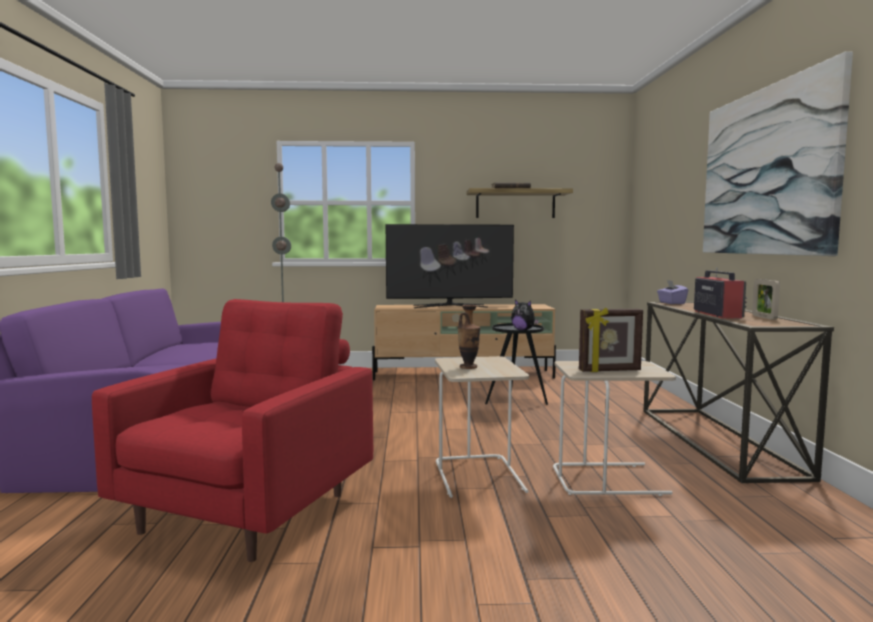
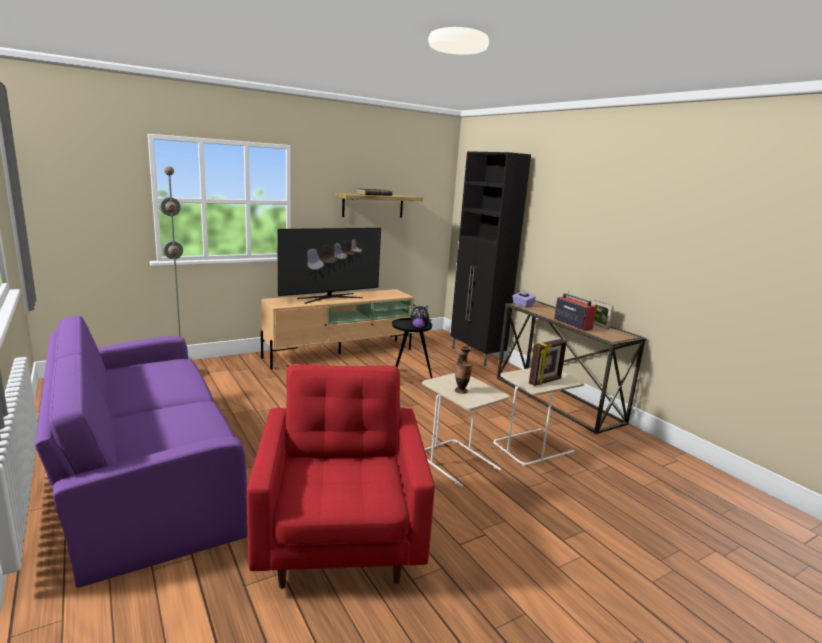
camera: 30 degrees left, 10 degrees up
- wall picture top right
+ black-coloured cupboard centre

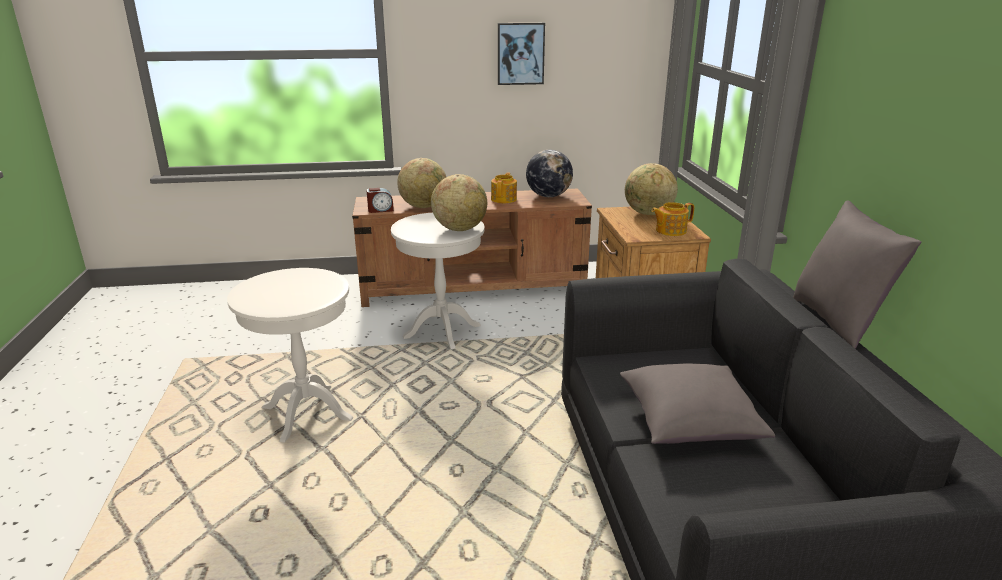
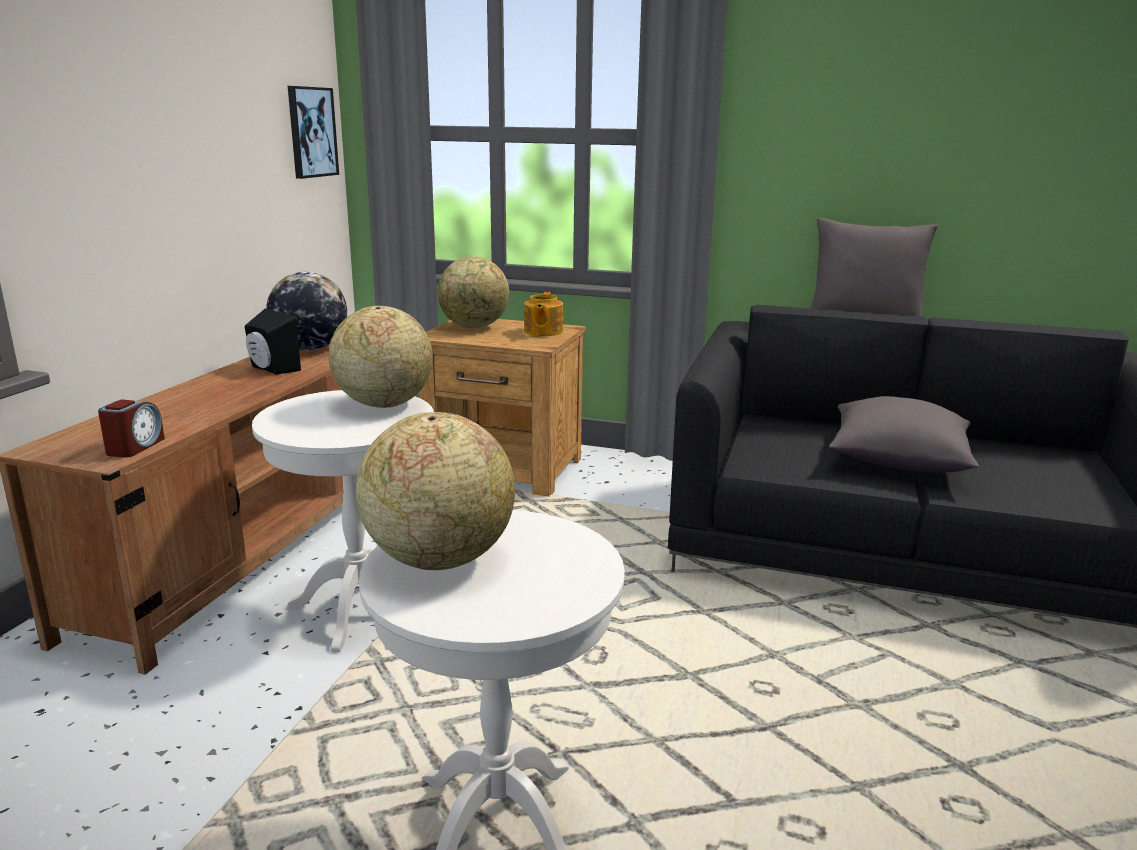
camera: 65 degrees left, 5 degrees down
~ world globe (no. 1 from left in the first image) top centre to world globe (no. 3 from left) centre
~ pot for tea (no. 1 from left) top centre to black-coloured loudspeaker middle left
~ wall picture top centre to top left

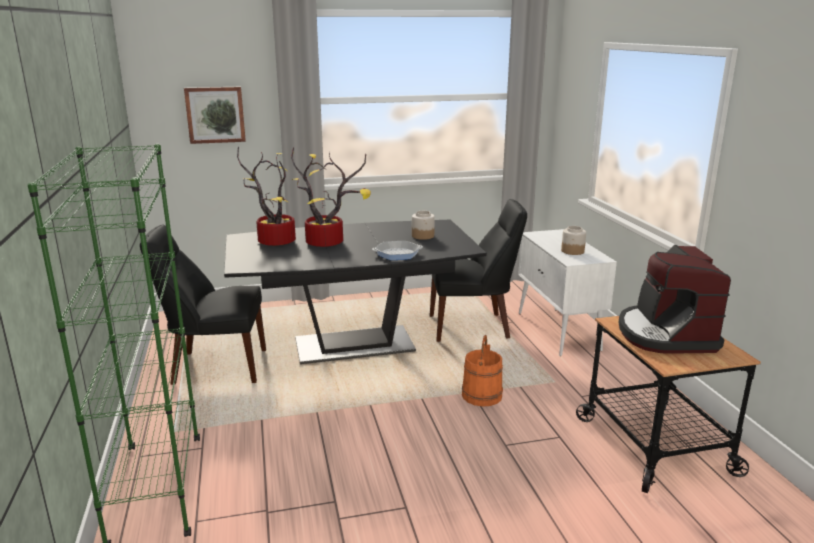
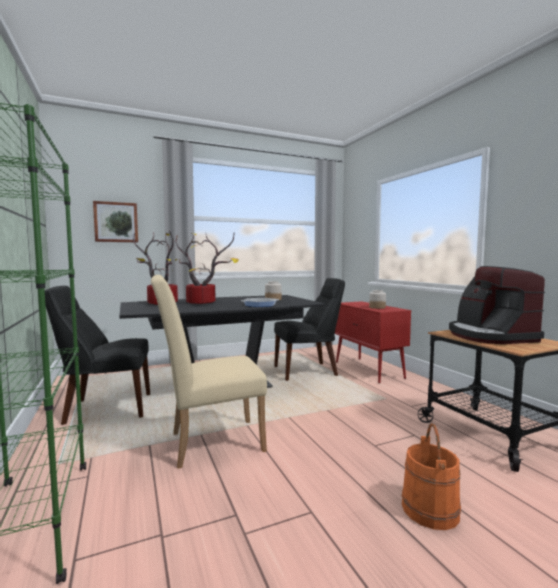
camera: 10 degrees left, 15 degrees down
~ orange-coloured bucket bottom centre to bottom right
~ white-coloured cupboard middle right to reddish cupboard middle right
+ sand-coloured plain chair centre

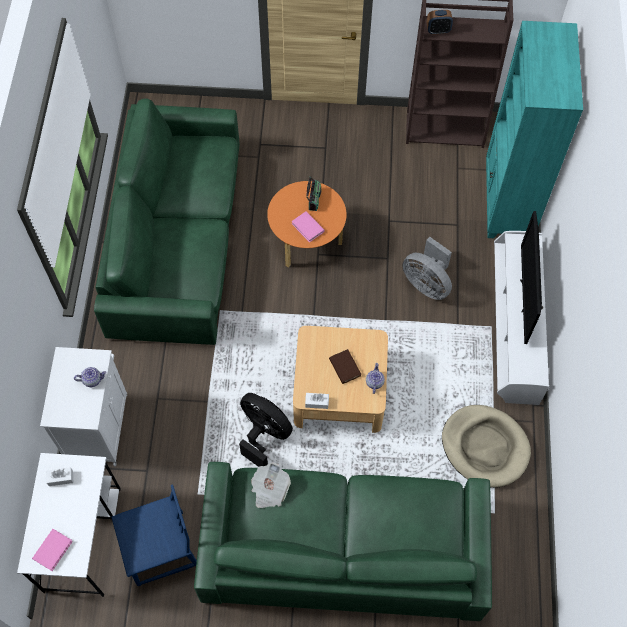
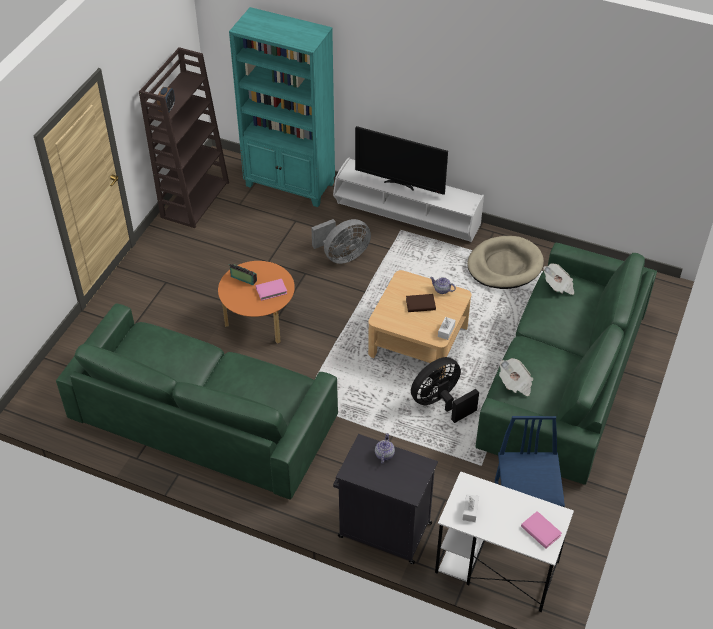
camera: 70 degrees left, 15 degrees down
~ white-coloured cupboard middle left to black-coloured cupboard bottom centre
+ daily paper (no. 2 from left) middle right

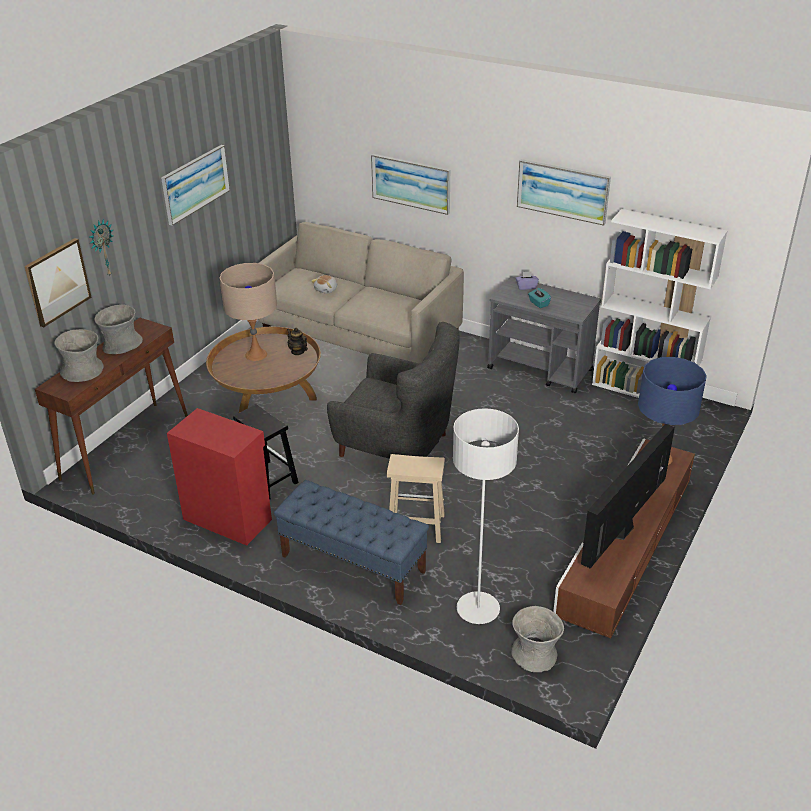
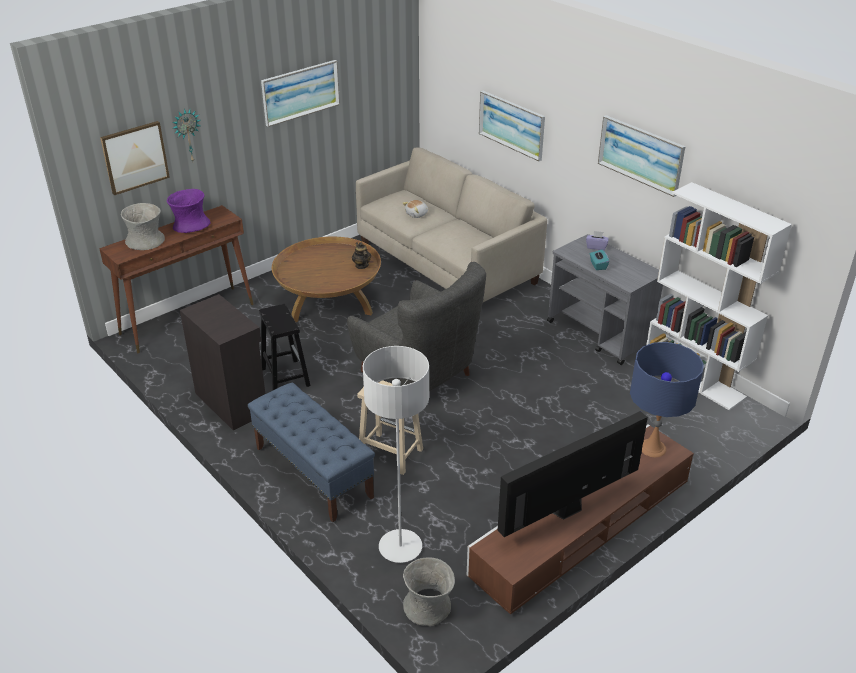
camera: 20 degrees right, 0 degrees up
~ gray flower vase (no. 2 from left) middle left to purplish flower vase top left
~ reddish cupboard middle left to black-coloured cupboard middle left
- sand-coloured tabletop lamp middle left

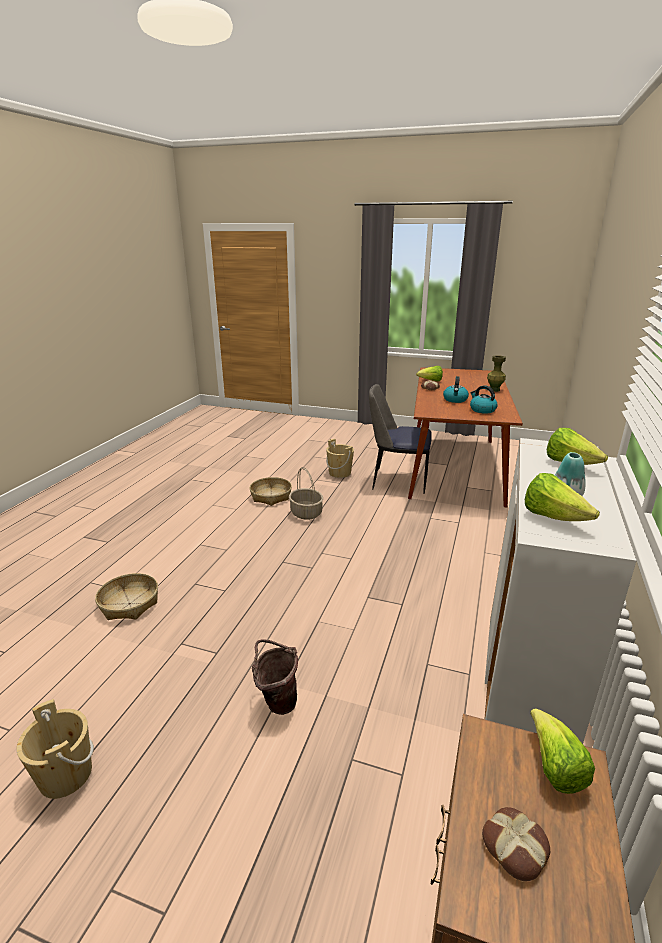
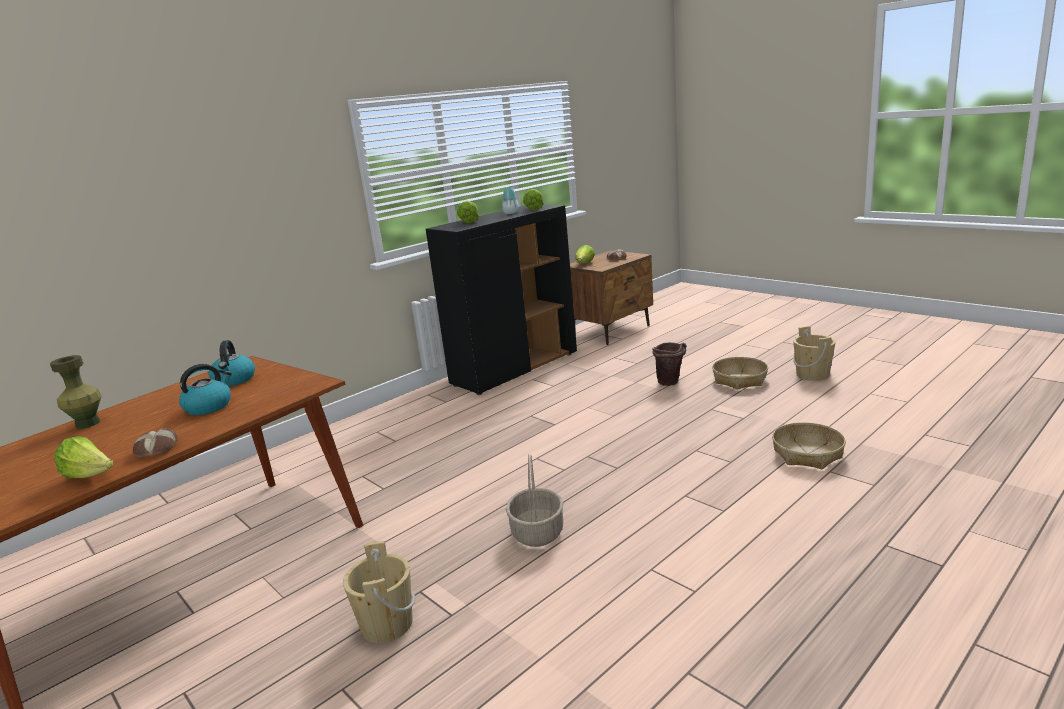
camera: 150 degrees left, 5 degrees down
~ storage basket (no. 2 from left) centre to middle right
- plain chair centre
~ white-coloured cupboard middle right to black-coloured cupboard centre

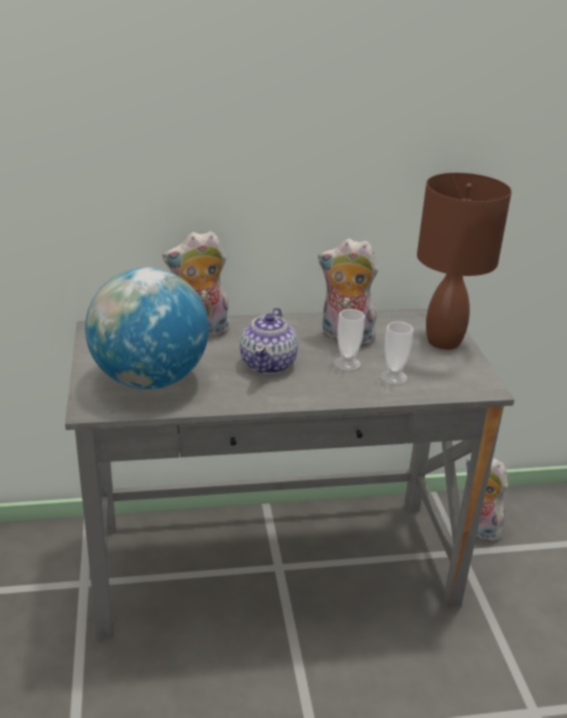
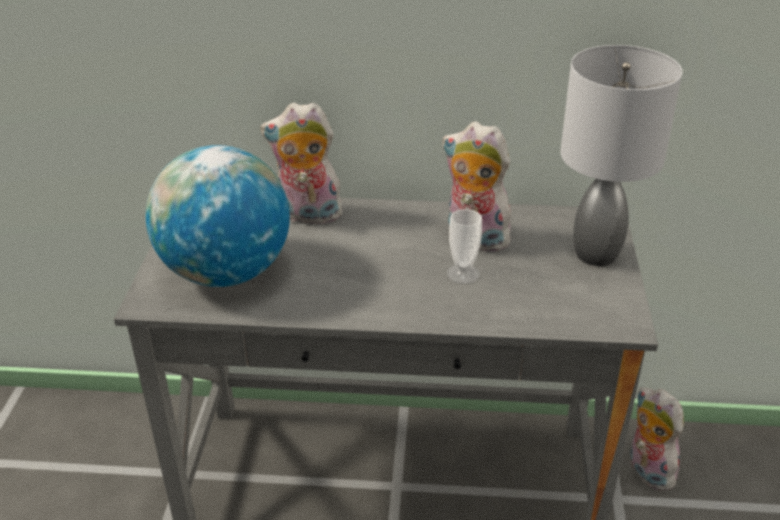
camera: 15 degrees right, 5 degrees up
- pot for tea centre
- cup (no. 2 from left) middle right
~ brownish tabletop lamp middle right to gray tabletop lamp top right

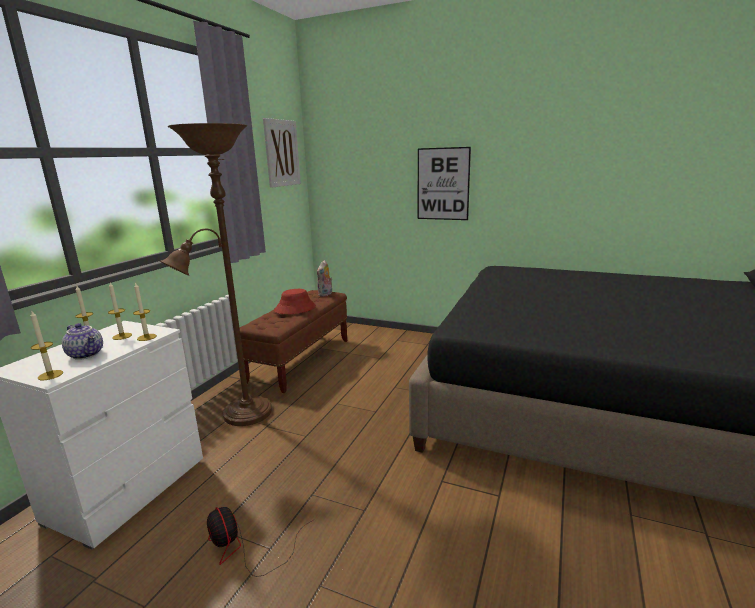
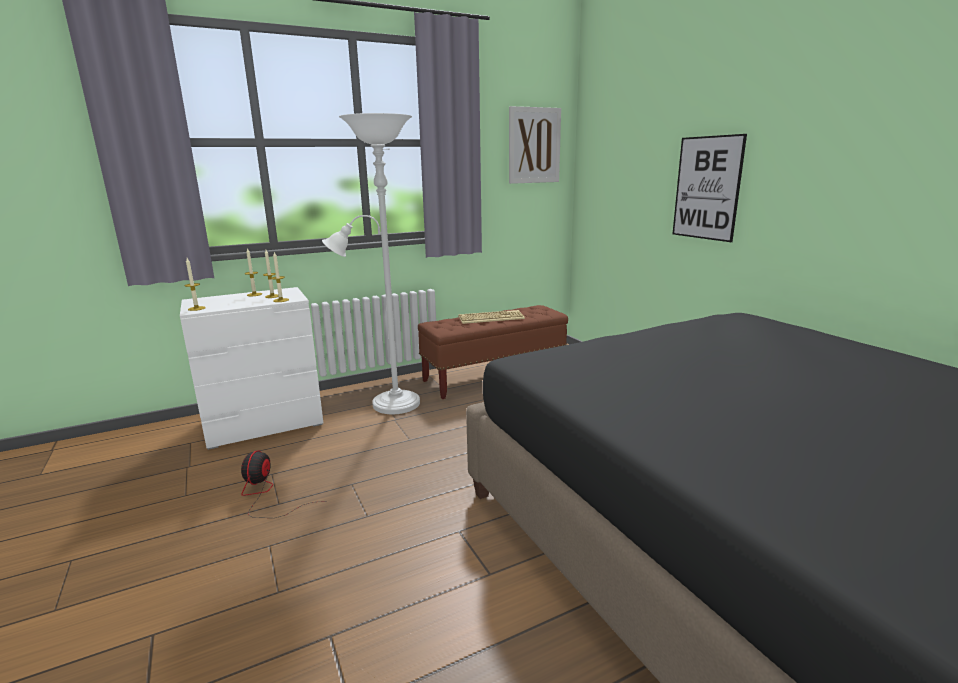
camera: 40 degrees right, 0 degrees up
- pot for tea middle left
~ brownish standard lamp middle left to white-coloured standard lamp centre
~ reddish clothing hat centre to keyboard centre
- cuddly toy centre

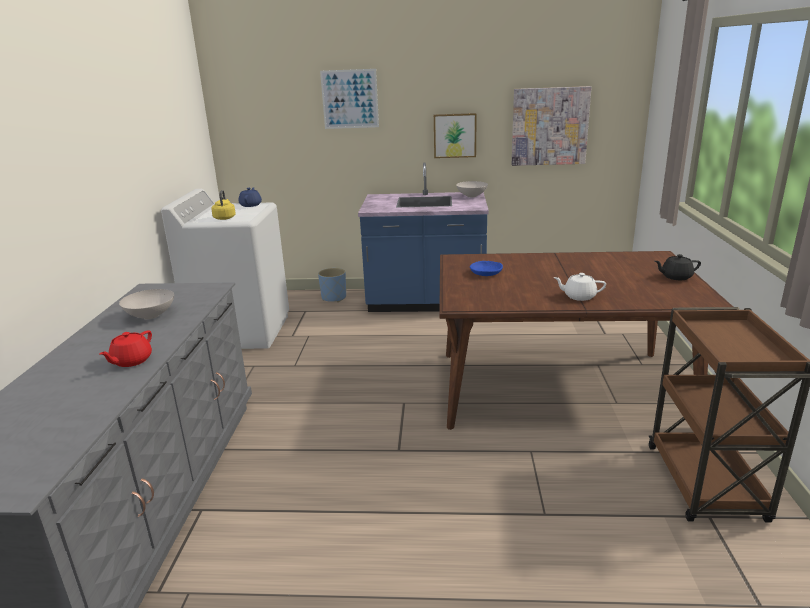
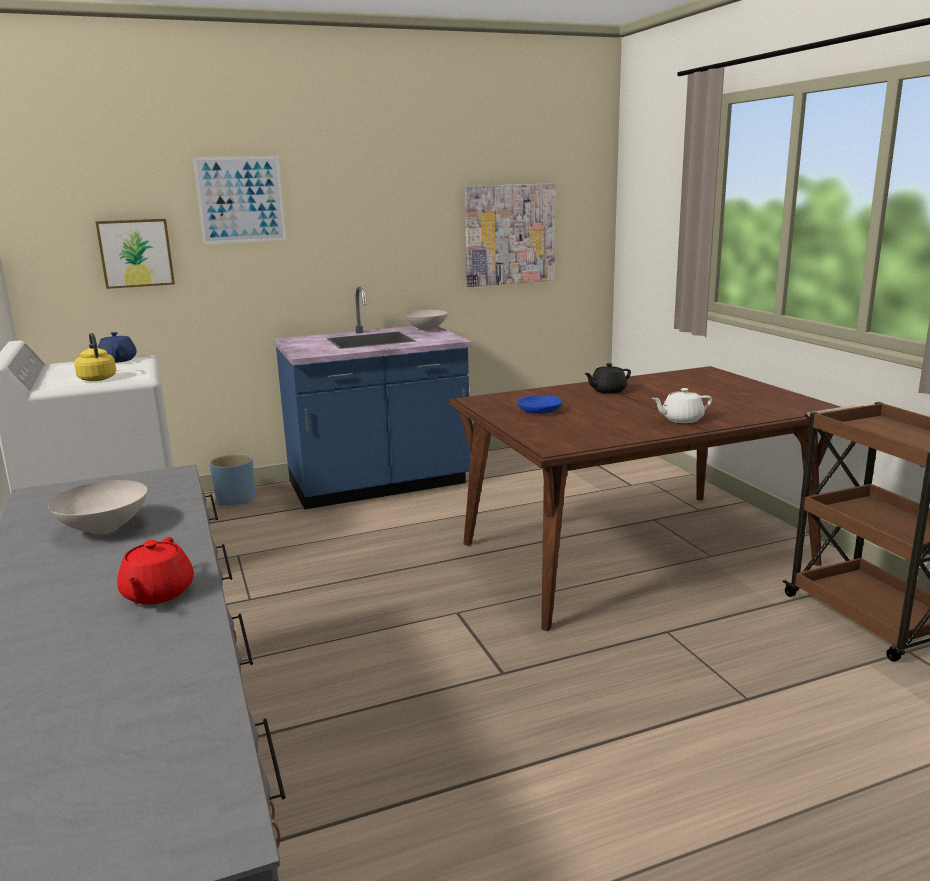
camera: 25 degrees left, 5 degrees down
~ wall picture (no. 2 from left in the first image) top centre to wall picture (no. 1 from left) top left
~ black-coloured pot for tea middle right to centre

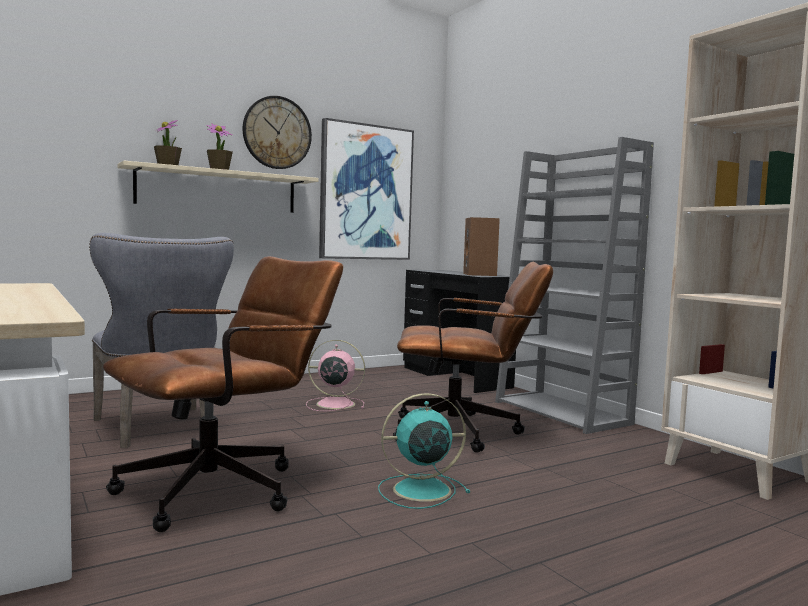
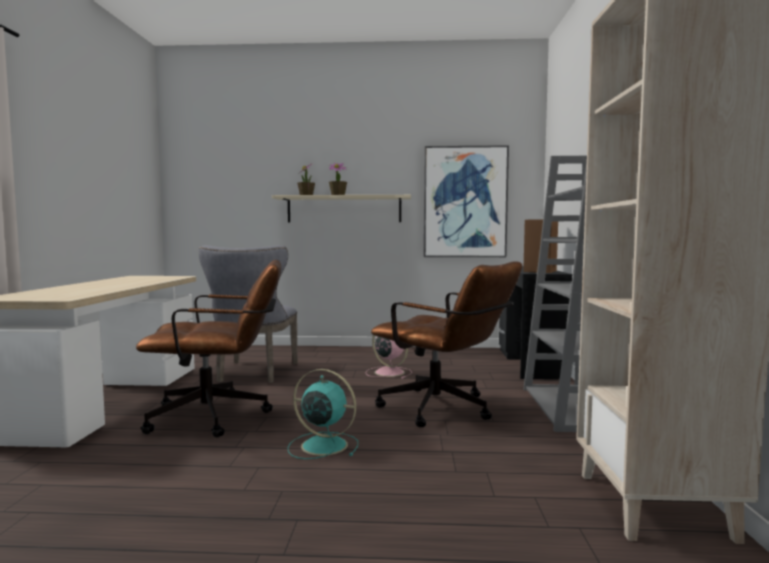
camera: 35 degrees right, 0 degrees up
- clock on the wall top centre

